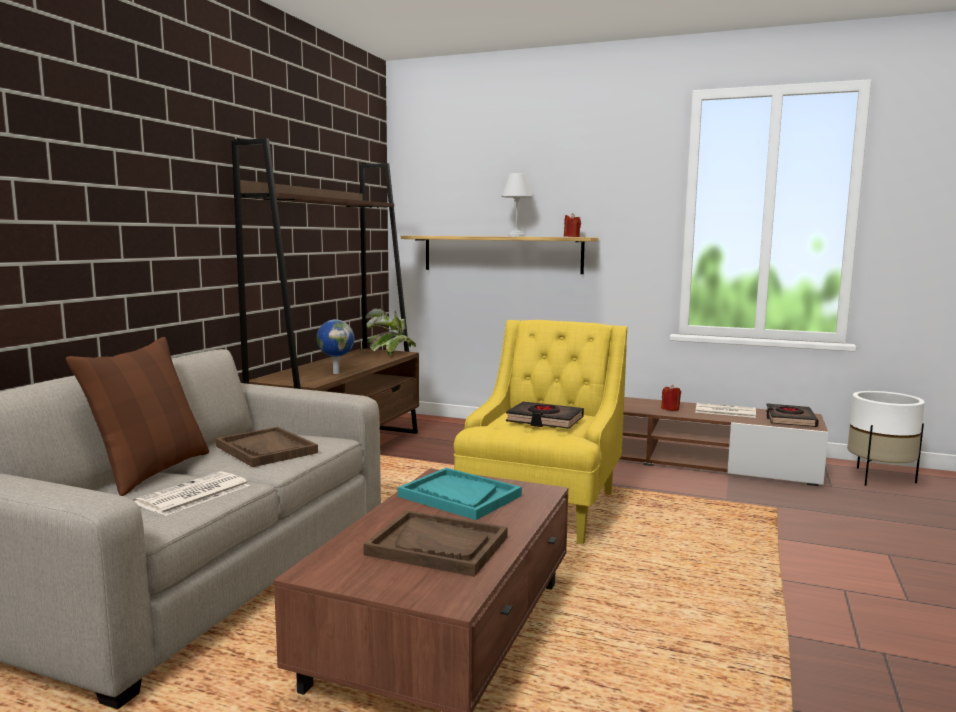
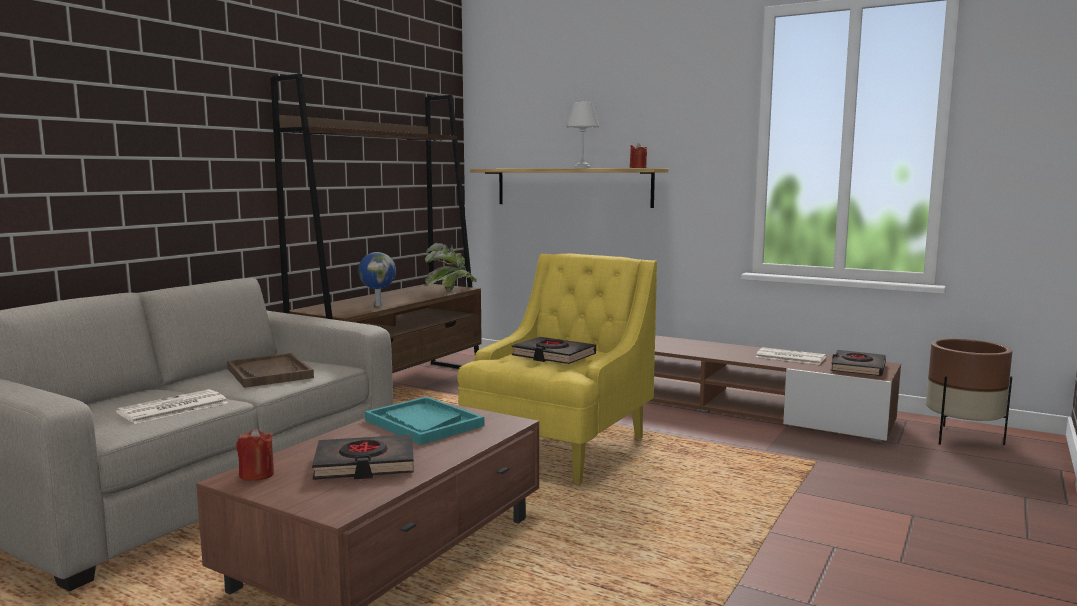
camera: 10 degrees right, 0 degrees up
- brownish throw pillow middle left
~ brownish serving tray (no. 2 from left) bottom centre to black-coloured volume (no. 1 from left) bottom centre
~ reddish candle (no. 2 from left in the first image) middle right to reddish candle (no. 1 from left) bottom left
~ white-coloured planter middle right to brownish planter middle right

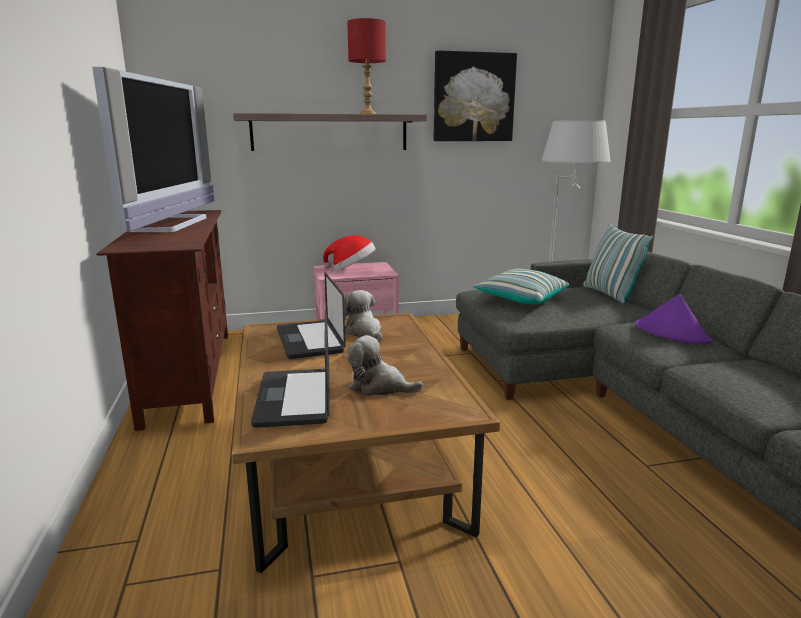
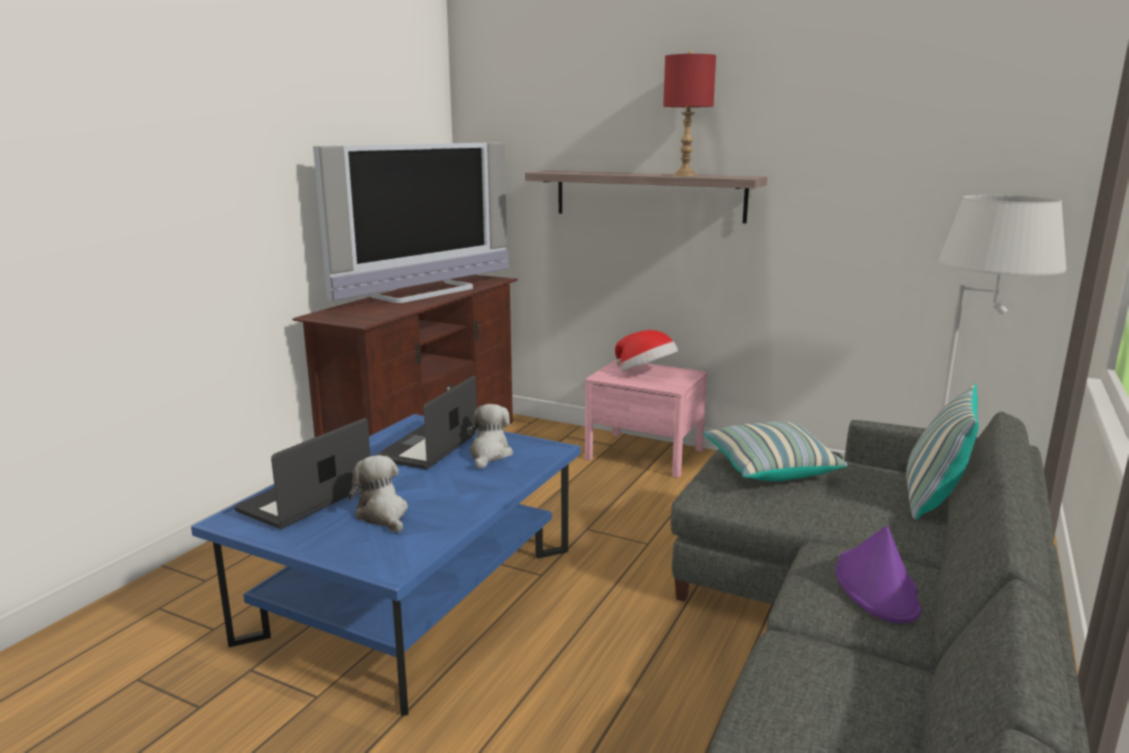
camera: 40 degrees right, 0 degrees up
~ brownish lounge table bottom centre to blue-coloured lounge table bottom centre
- wall picture top centre

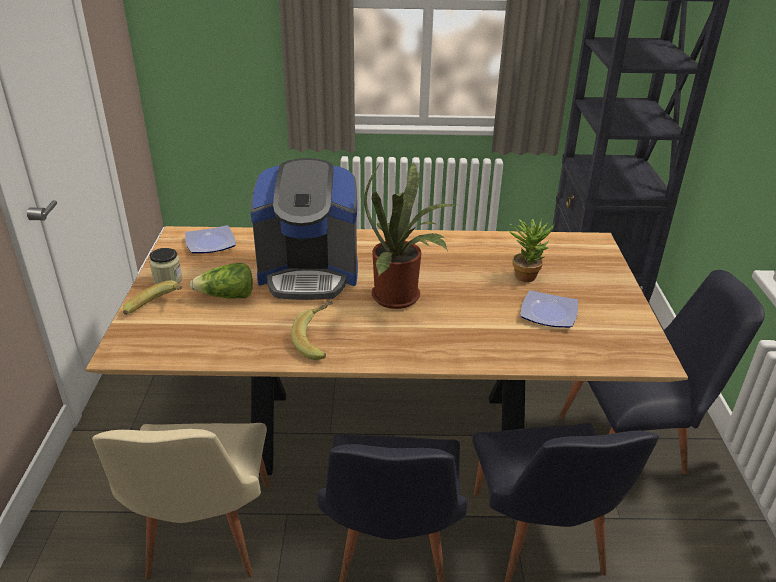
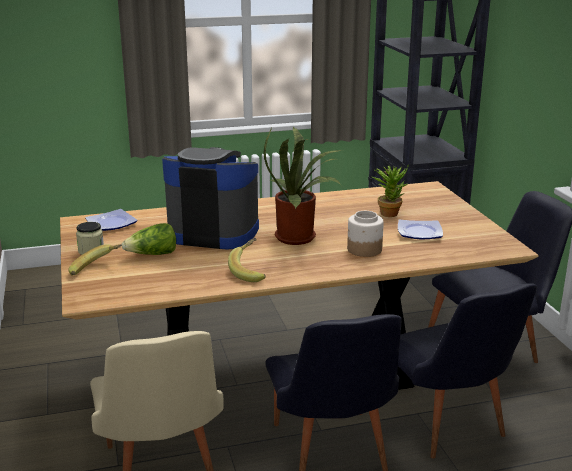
camera: 15 degrees left, 10 degrees down
~ coffee machine centre = centre 150 degrees counterclockwise
+ storage jar (no. 2 from left) centre

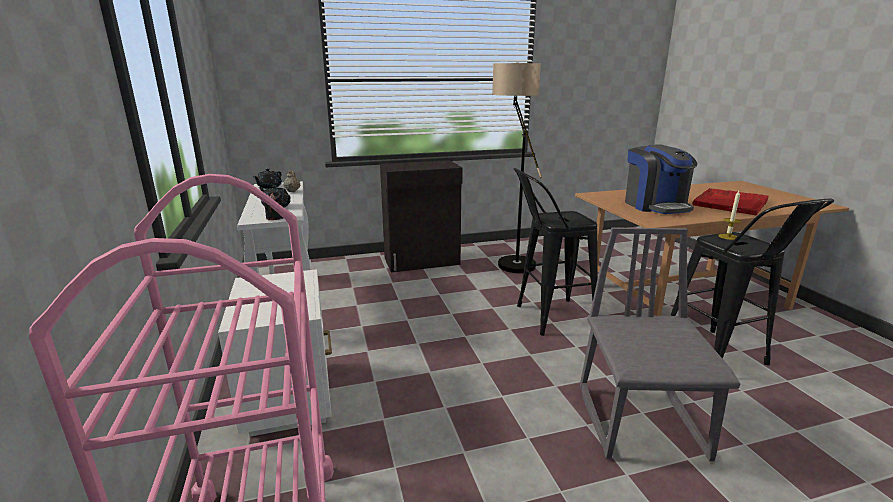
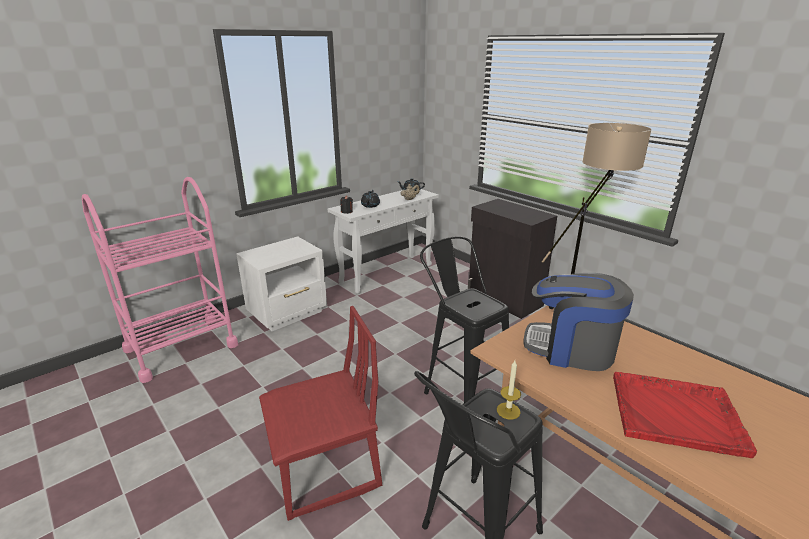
camera: 65 degrees right, 5 degrees up
~ gray plain chair bottom right to reddish plain chair bottom centre
~ coffee machine middle right = middle right 60 degrees clockwise

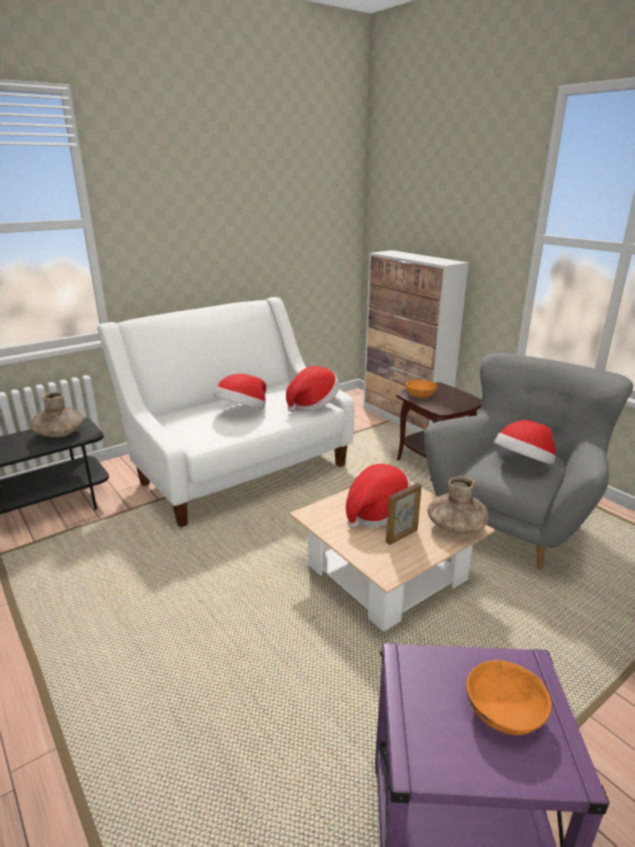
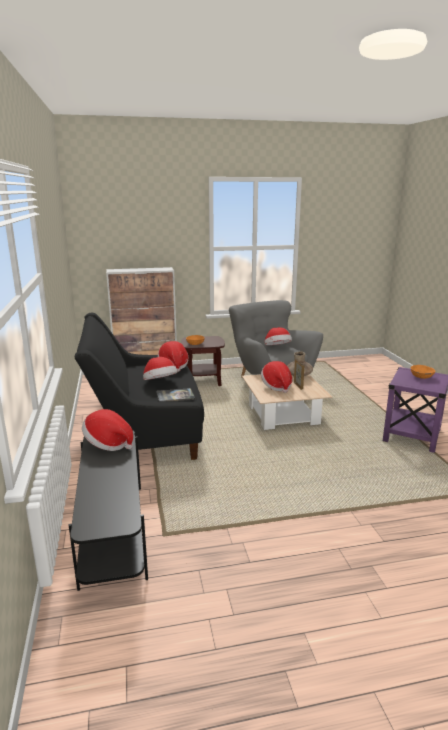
camera: 65 degrees left, 5 degrees down
~ brownish flower vase (no. 1 from left) middle left to clothing hat (no. 1 from left) middle left
~ white-coloured couch centre to black-coloured couch middle left
+ volume centre

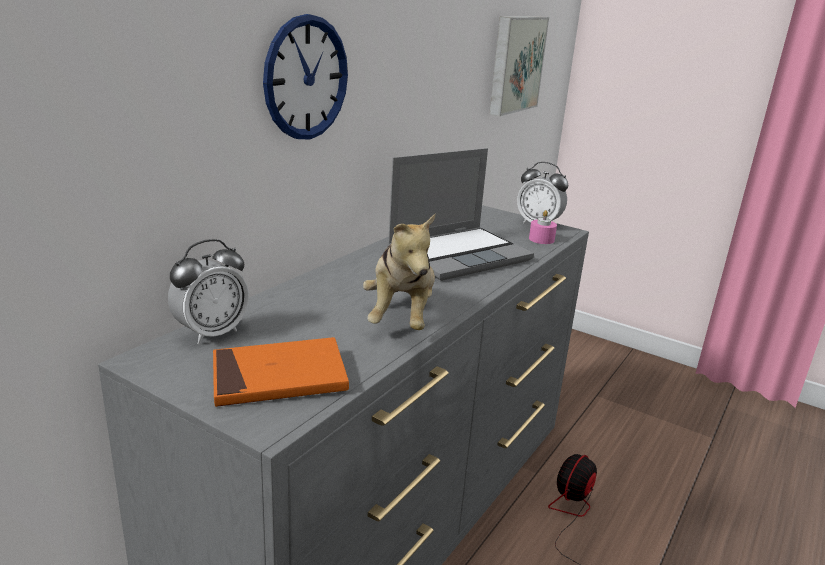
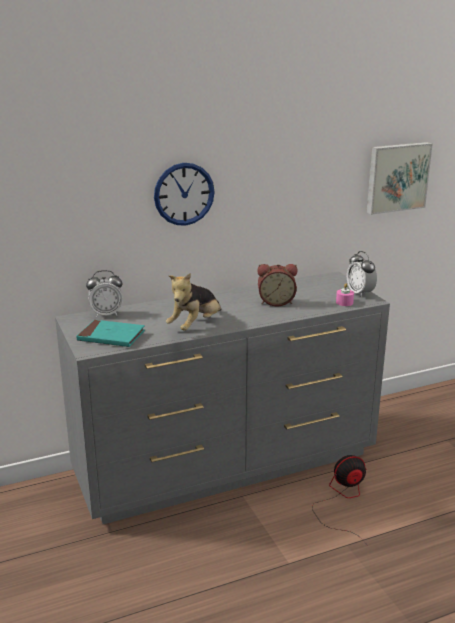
camera: 35 degrees right, 0 degrees up
~ orange-coloured volume centre to blue-green volume middle left
~ portable computer centre to bedside clock (no. 2 from left) centre

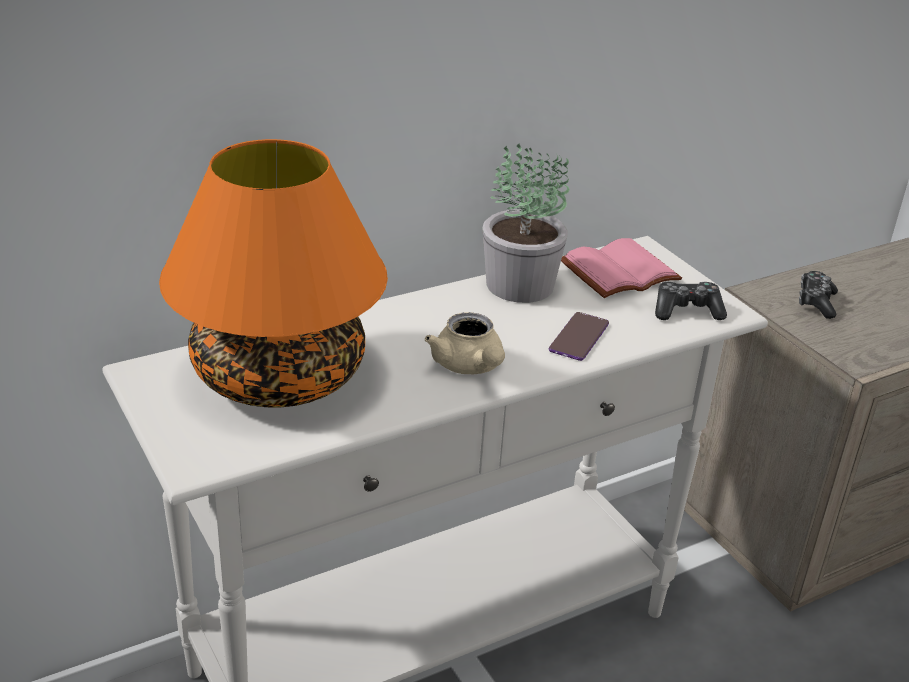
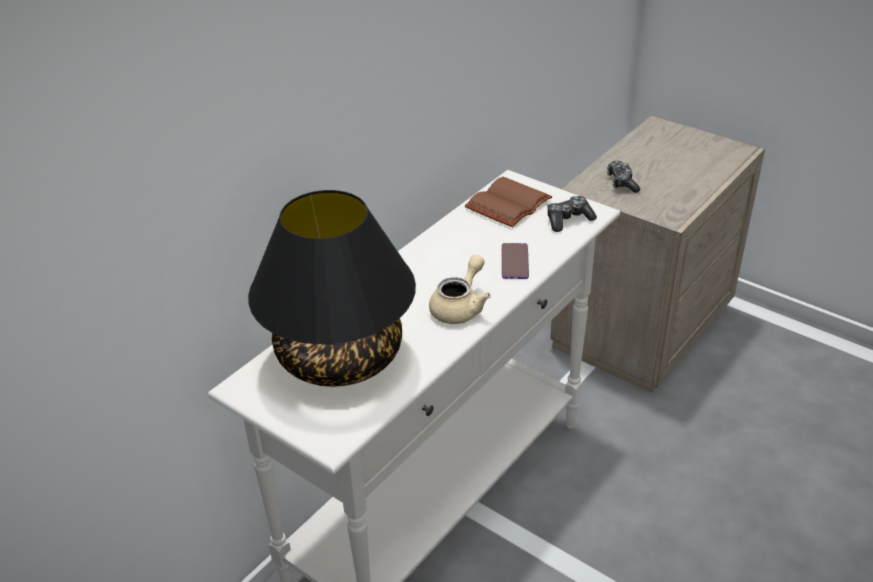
camera: 20 degrees left, 5 degrees up
~ orange-coloured tabletop lamp middle left to black-coloured tabletop lamp centre
~ sand-coloured pot for tea centre = centre 105 degrees counterclockwise
- houseplant top centre
~ pink-coloured volume middle right to brownish volume centre

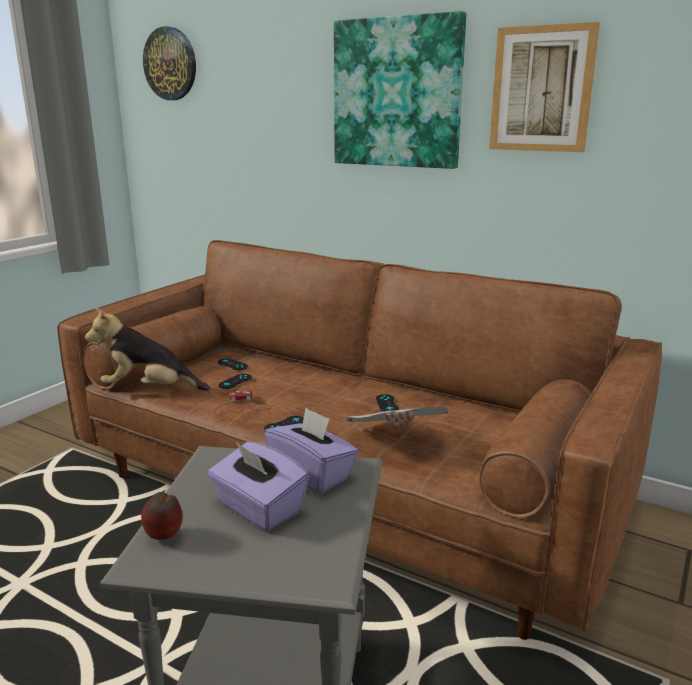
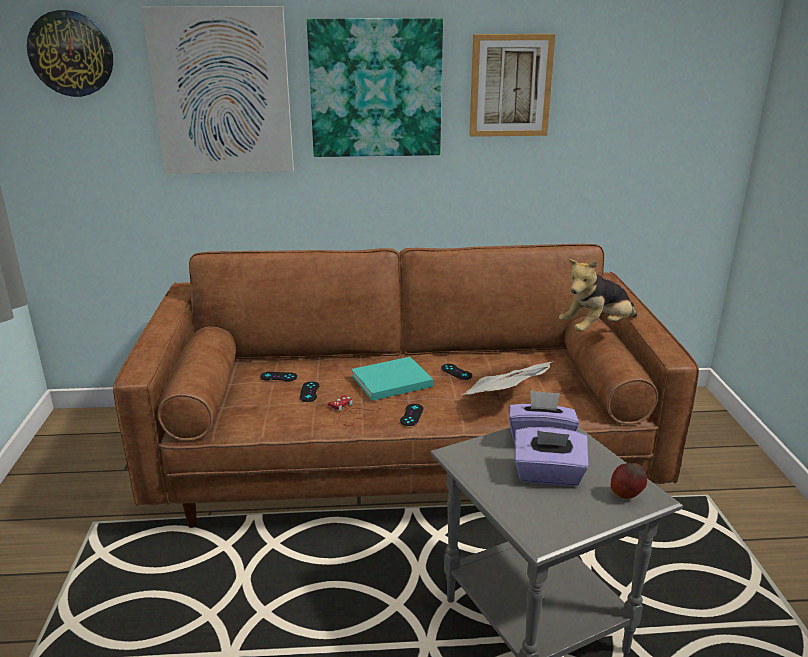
camera: 35 degrees left, 5 degrees up
~ cuddly toy middle left to middle right
~ apple fruit bottom left to bottom right
+ wall picture (no. 1 from left) top left
+ blue-green volume centre

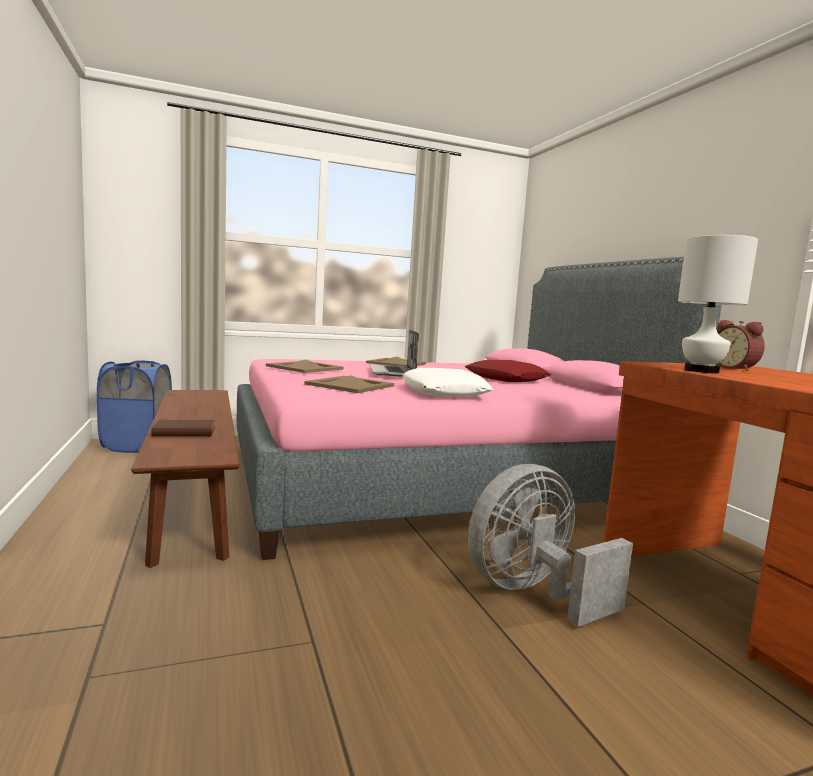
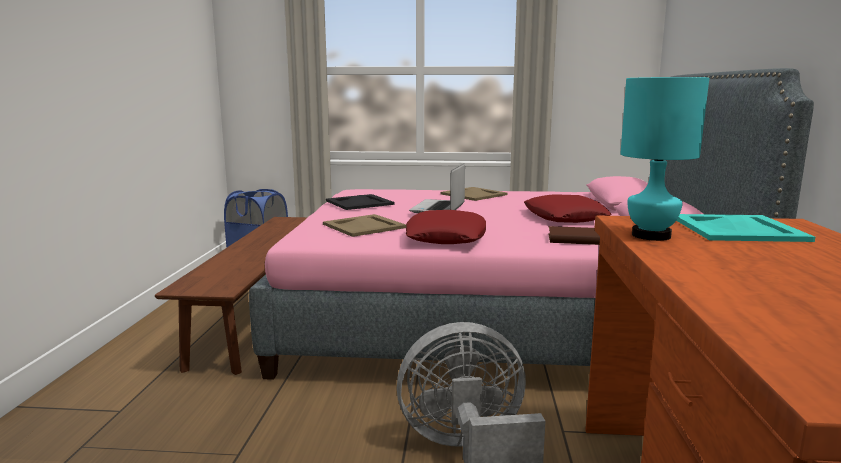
camera: 25 degrees right, 5 degrees up
~ brownish volume middle left to middle right
~ sand-coloured serving tray (no. 1 from left) centre to black-coloured serving tray centre
~ white-coloured throw pillow centre to reddish throw pillow (no. 1 from left) centre
~ white-coloured tabletop lamp middle right to blue-green tabletop lamp middle right
~ bedside clock middle right to blue-green serving tray middle right

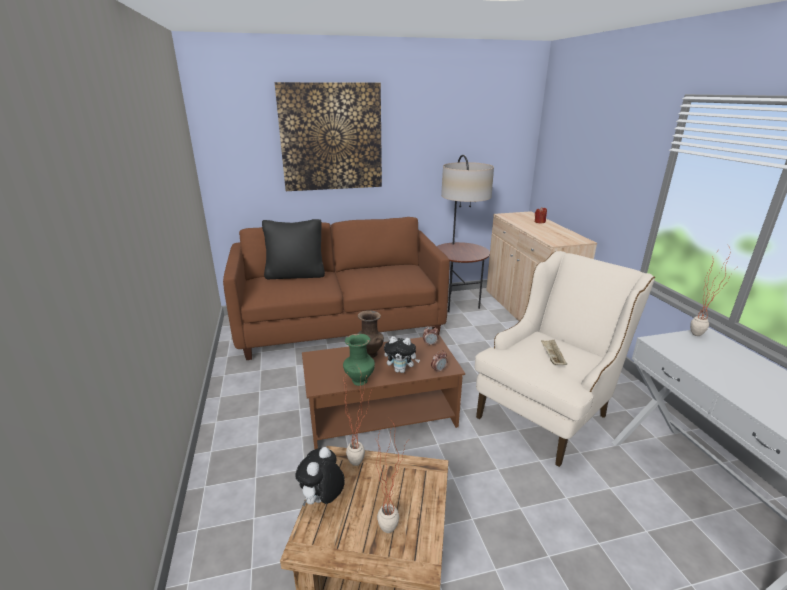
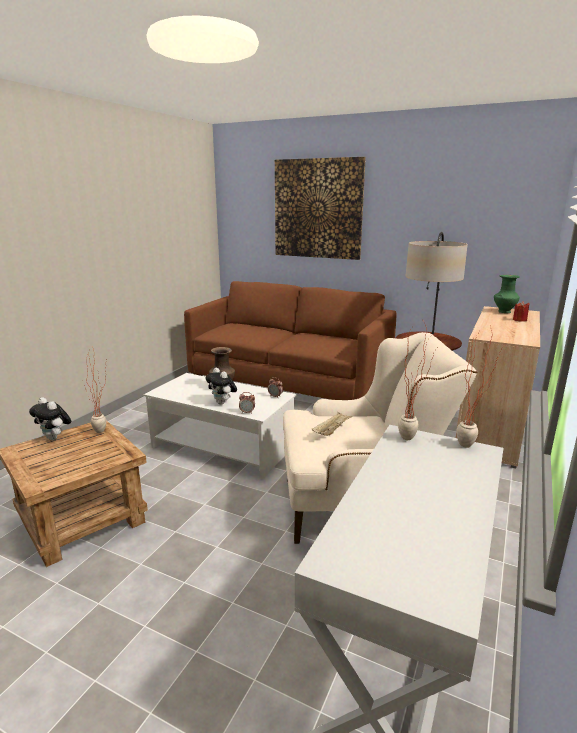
camera: 40 degrees right, 5 degrees down
- black-coloured throw pillow centre
~ cuddly toy (no. 1 from left) bottom centre = middle left 120 degrees counterclockwise
~ brownish lounge table centre to white-coloured lounge table centre
~ greenish flower vase centre to middle right
~ houseplant (no. 2 from left) bottom centre to middle right

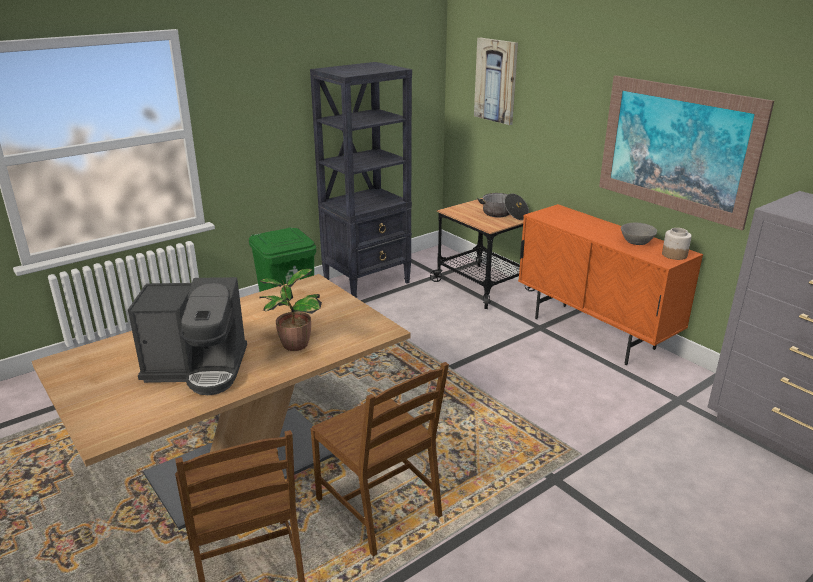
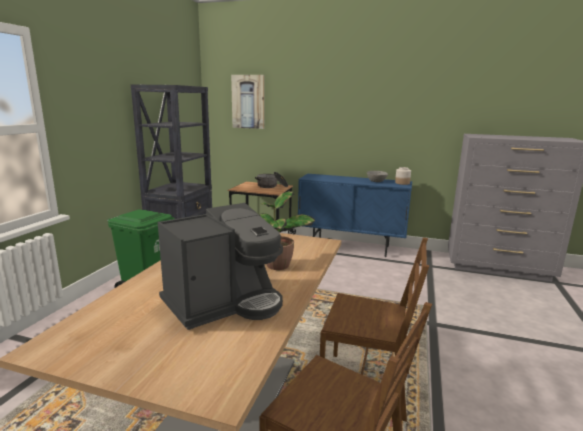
camera: 35 degrees left, 10 degrees down
~ orange-coloured cupboard middle right to blue-coloured cupboard centre
- wall picture (no. 2 from left) top right

